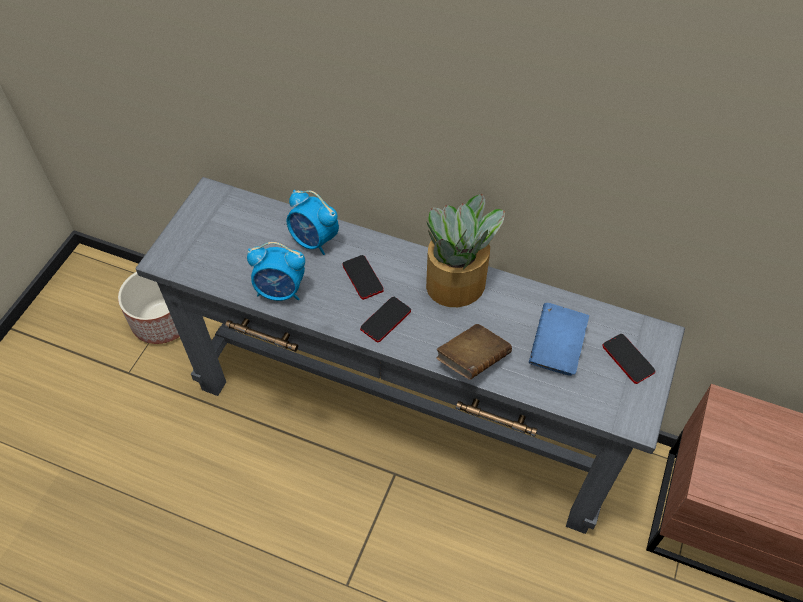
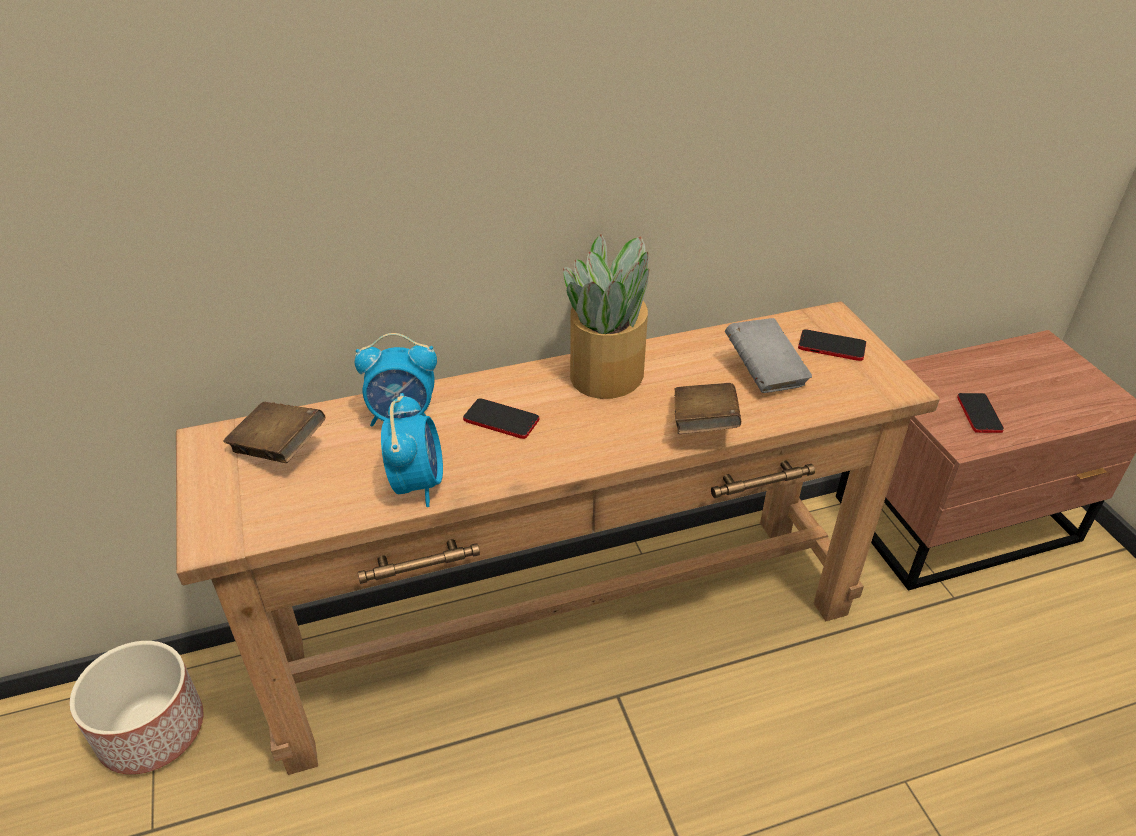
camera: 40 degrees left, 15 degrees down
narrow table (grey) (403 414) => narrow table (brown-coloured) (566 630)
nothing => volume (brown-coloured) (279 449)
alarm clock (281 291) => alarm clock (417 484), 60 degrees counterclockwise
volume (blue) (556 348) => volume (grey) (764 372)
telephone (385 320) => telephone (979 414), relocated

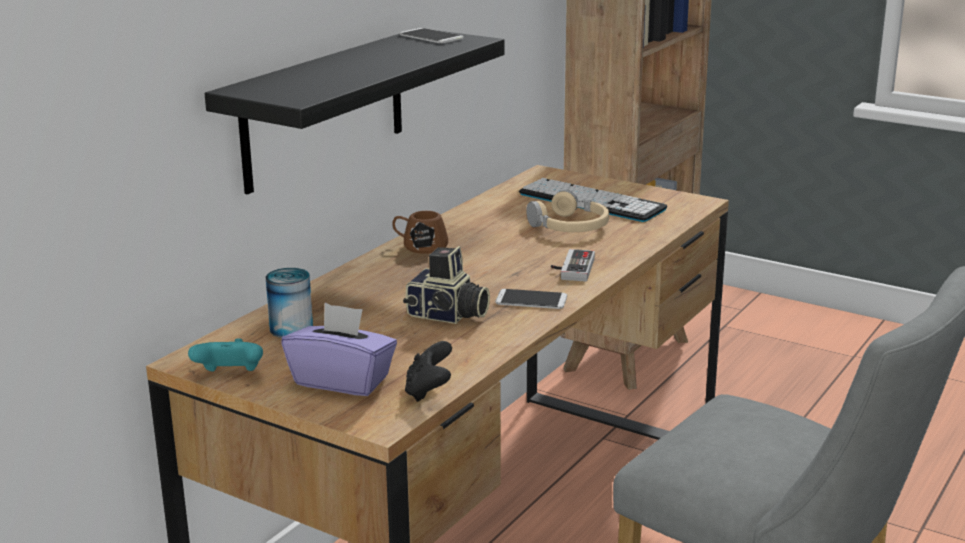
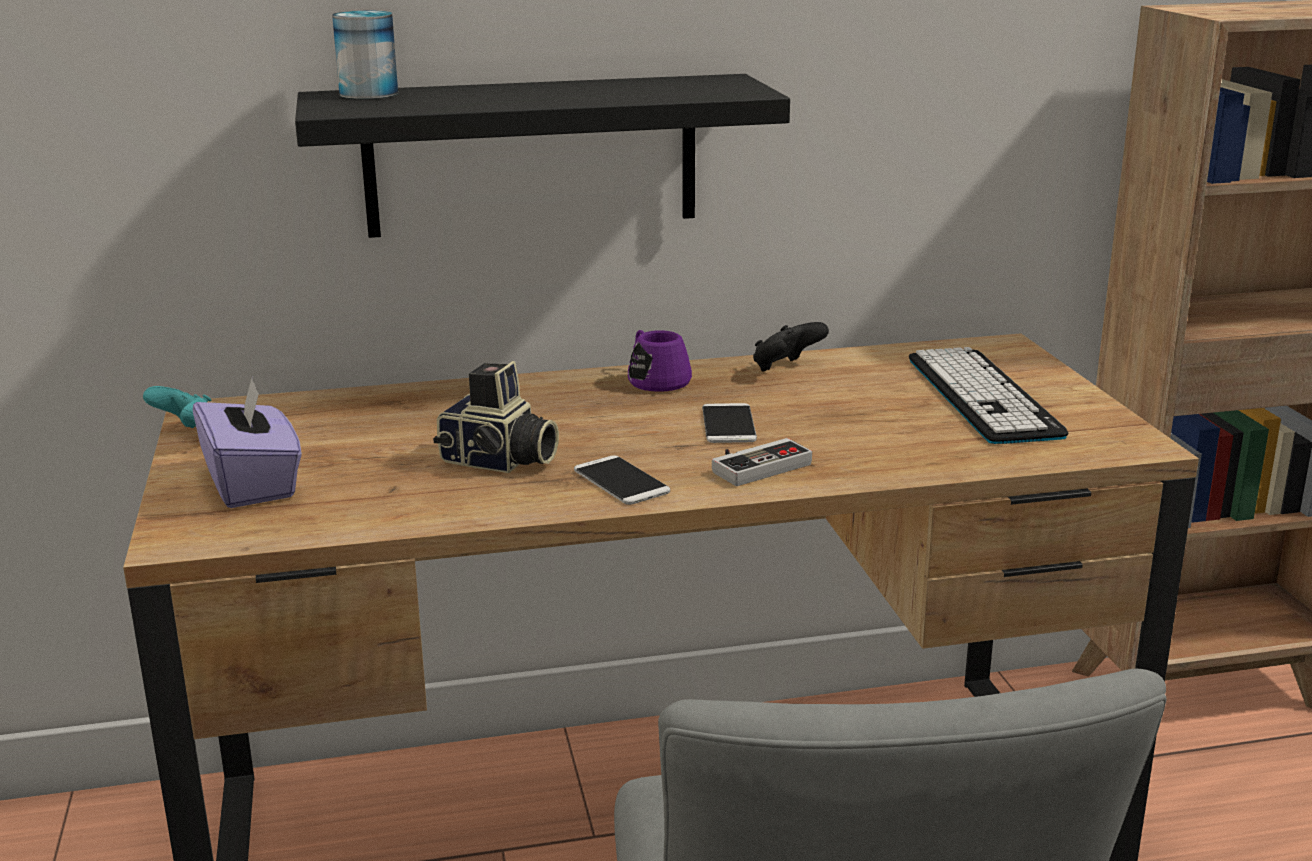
camera: 45 degrees right, 0 degrees up
can (291 328) => can (369 93), relocated
still camera (447 316) => still camera (498 462), 45 degrees counterclockwise
coffee mug (brown-coloured) (420 246) => coffee mug (purple-coloured) (655 380)
telephone (431 37) => telephone (728 424), relocated
joypad (black-coloured) (429 391) => joypad (black-coloured) (786 368), relocated
headset (sand-coloured) (569 227) => nothing

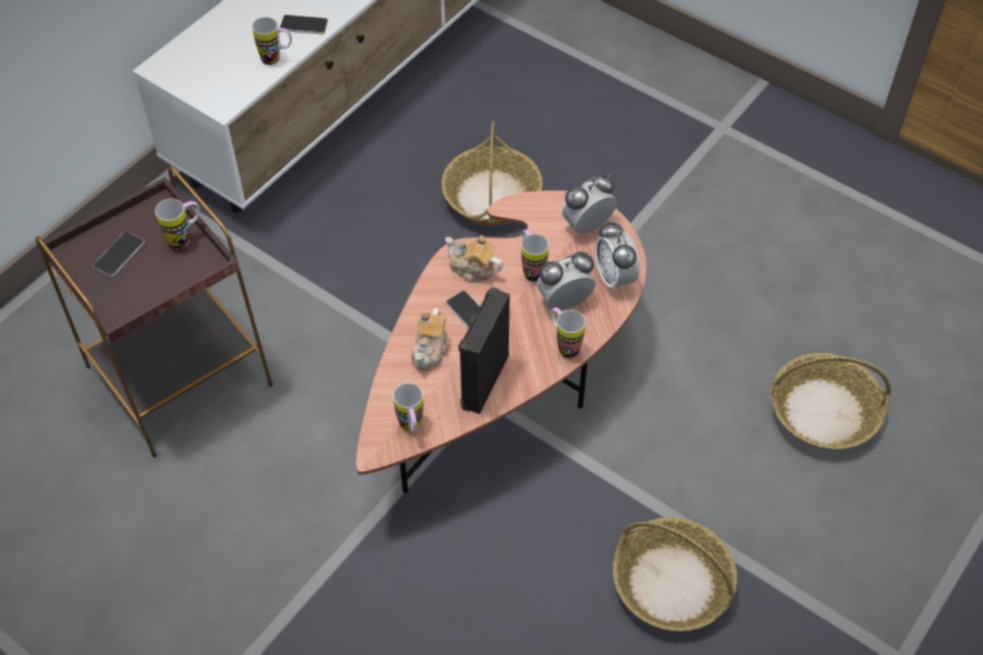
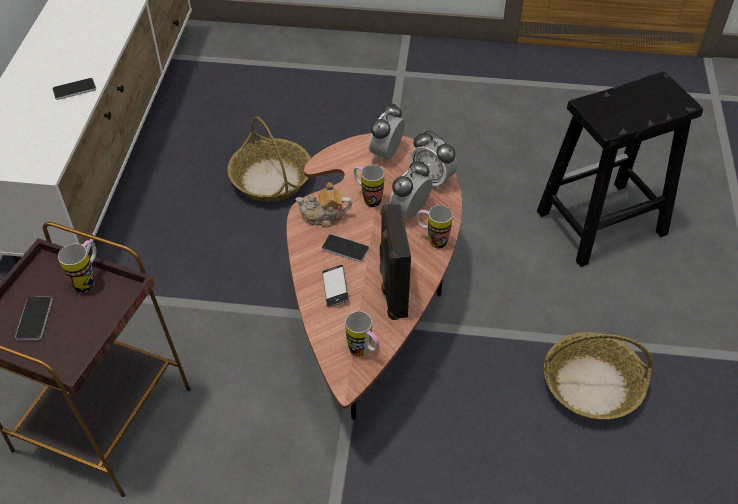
camera: 30 degrees left, 5 degrees down
pot for tea (430 350) => telephone (335 288)
household basket (822 412) => sitting stool (black-coloured) (599 224)
coffee mug (276 59) => nothing

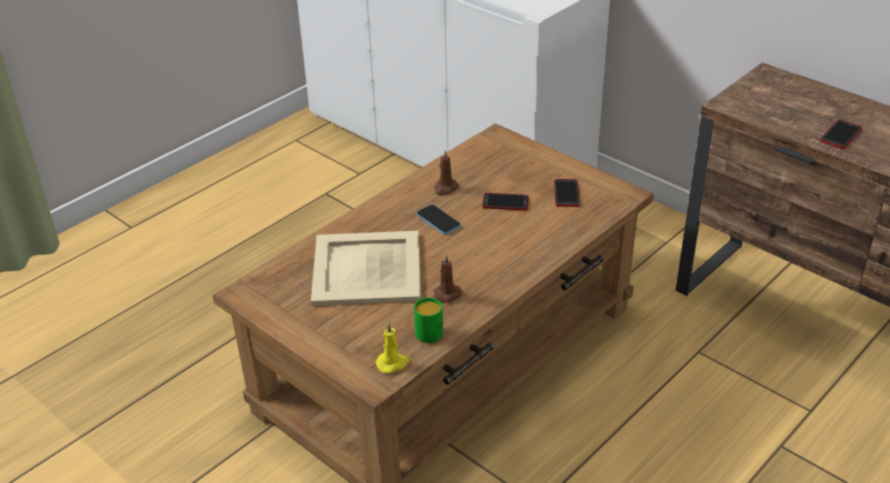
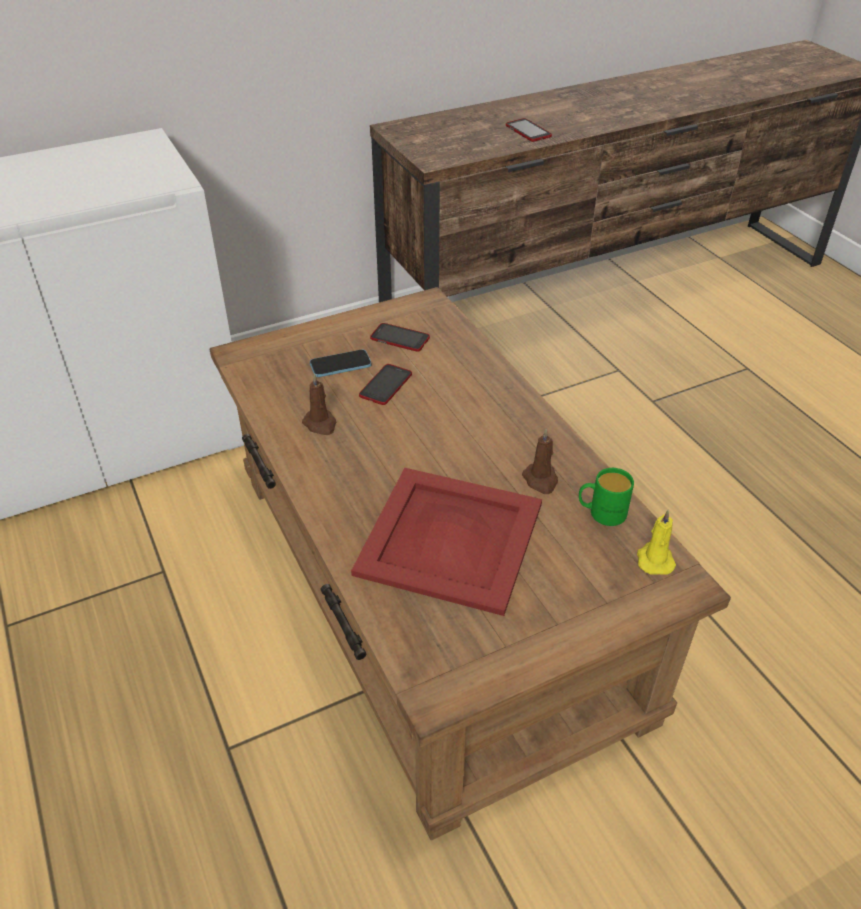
camera: 70 degrees left, 5 degrees up
telephone (438 221) => telephone (340 365), relocated
serving tray (sand-coloured) (368 268) => serving tray (red) (449 537)

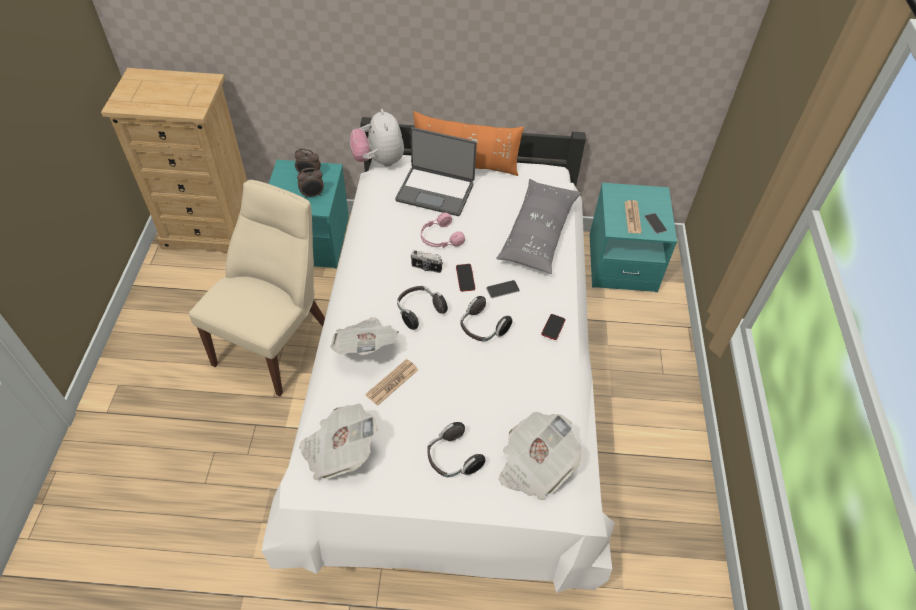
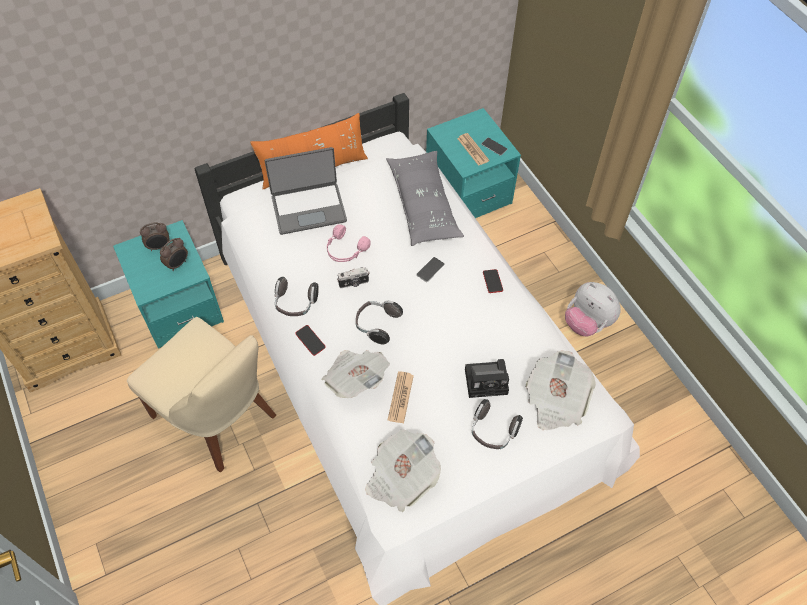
camera: 30 degrees left, 5 degrees up
chair (sand-coloured) (276 341) => chair (sand-coloured) (218 419), 135 degrees clockwise
headset (482 328) => headset (295 304), relocated
telephone (465 279) => telephone (310 341), relocated
nothing => still camera (488 381)
cuddly toy (379 161) => cuddly toy (587 323), relocated

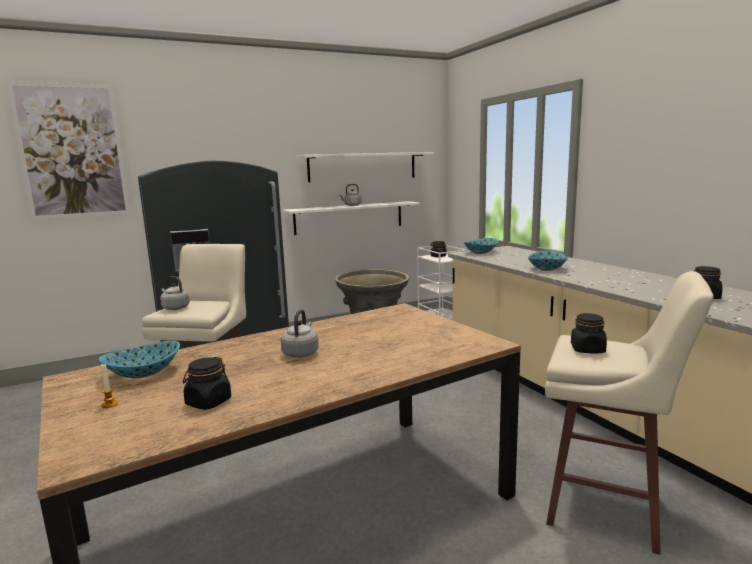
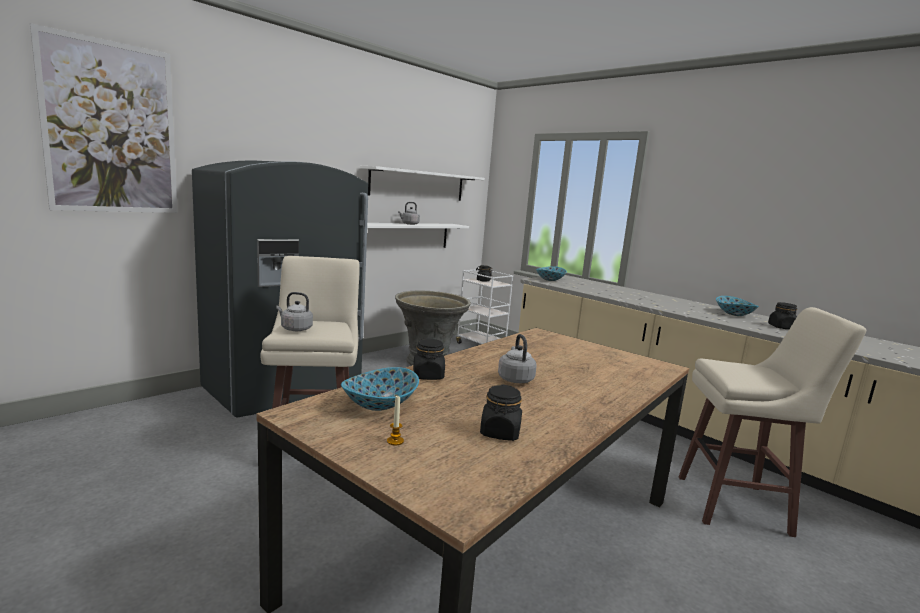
camera: 20 degrees left, 0 degrees up
storage jar (black-coloured) (587 350) => storage jar (black-coloured) (428 376), relocated
serving bowl (546 269) => serving bowl (734 314), relocated

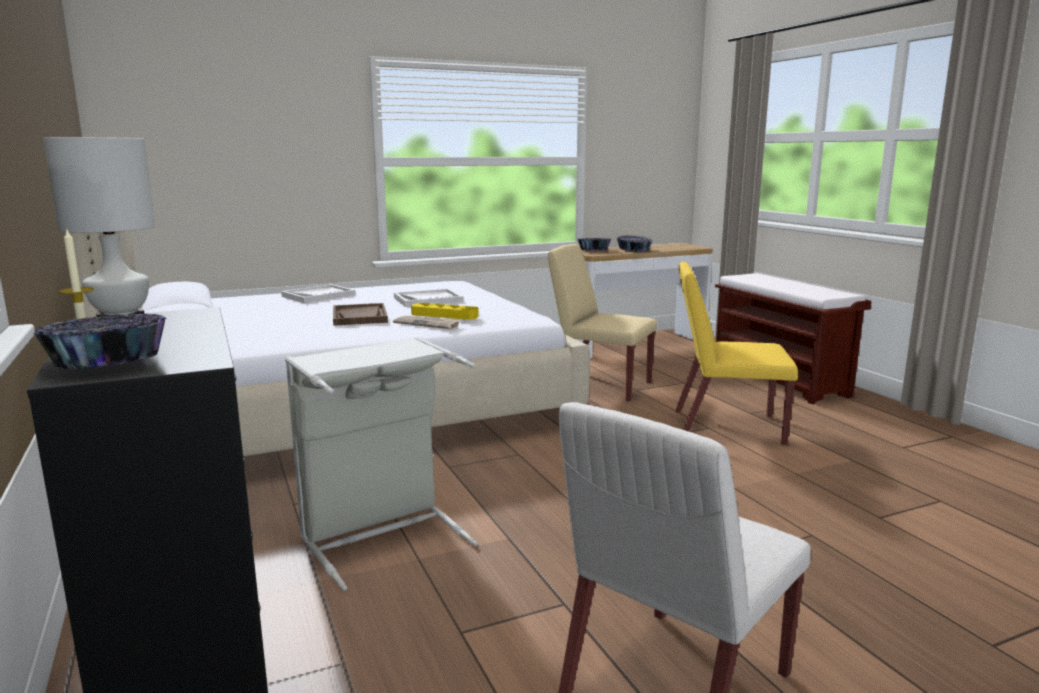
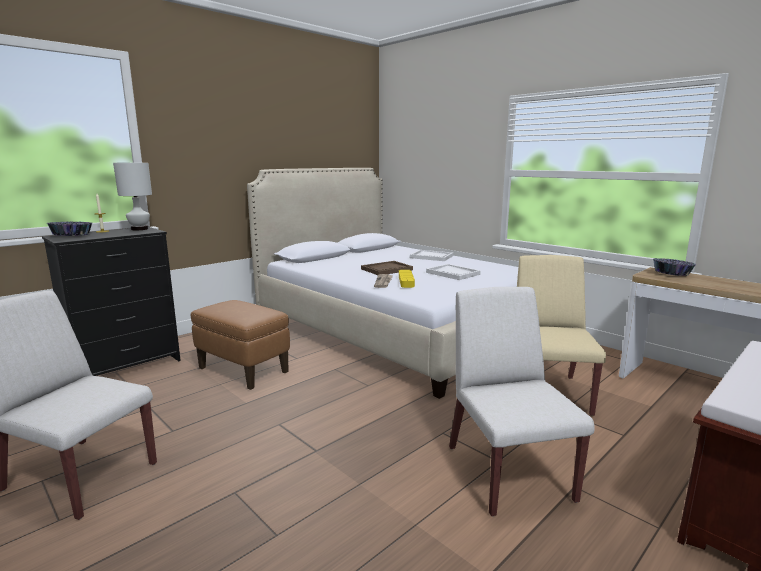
camera: 70 degrees right, 0 degrees up
laundry basket (grey) (381 535) => pouffe (brown-coloured) (243 370)
chair (yellowish) (725 428) => chair (whitish) (507 471)
serving bowl (634 250) => nothing

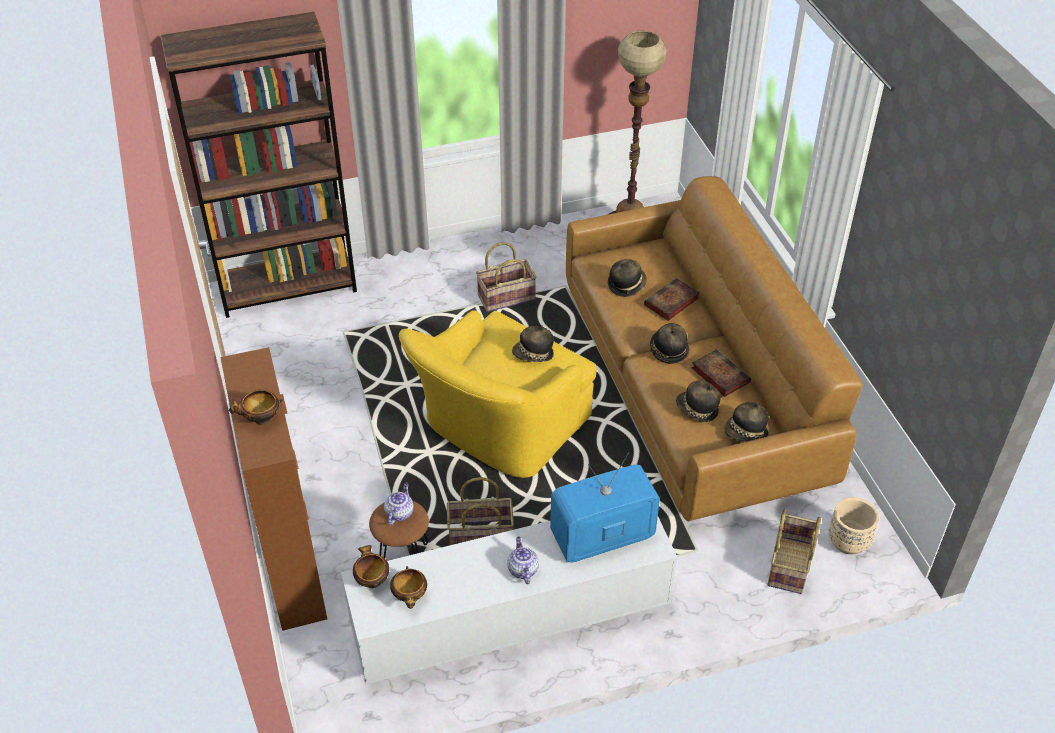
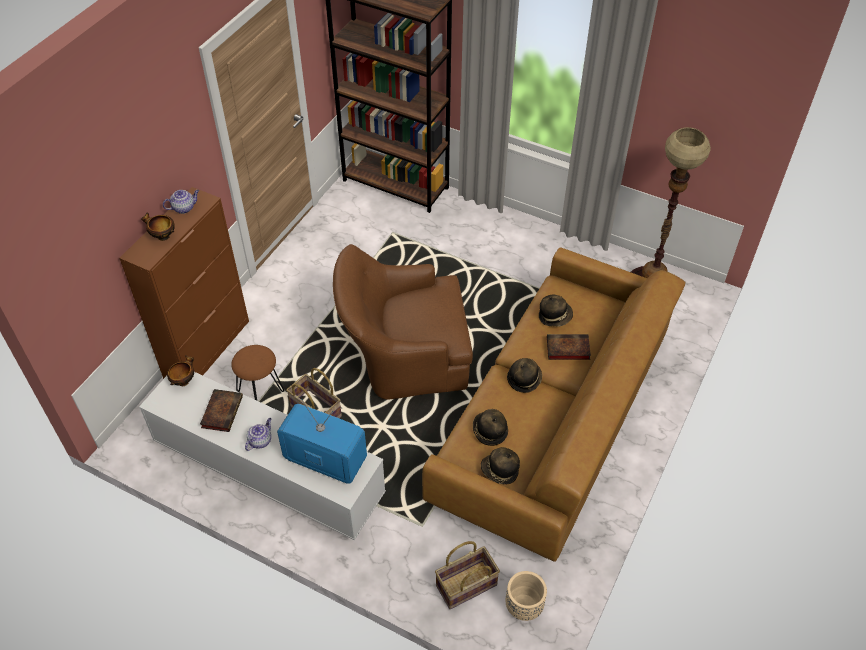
camera: 45 degrees right, 5 degrees up
pot for tea (399 513) => pot for tea (184 208), relocated
volume (719 375) => volume (222 411), relocated
easy chair (yellowish) (498 429) => easy chair (brown-coloured) (404 356)
serving bowl (410 598) => nothing
household basket (506 297) => nothing
hat (533 355) => nothing

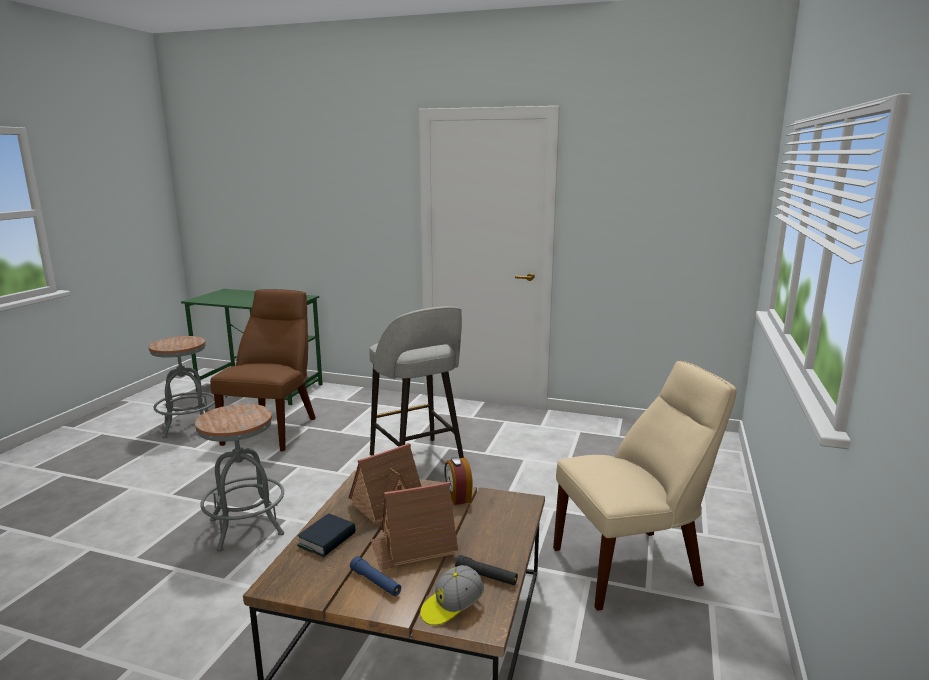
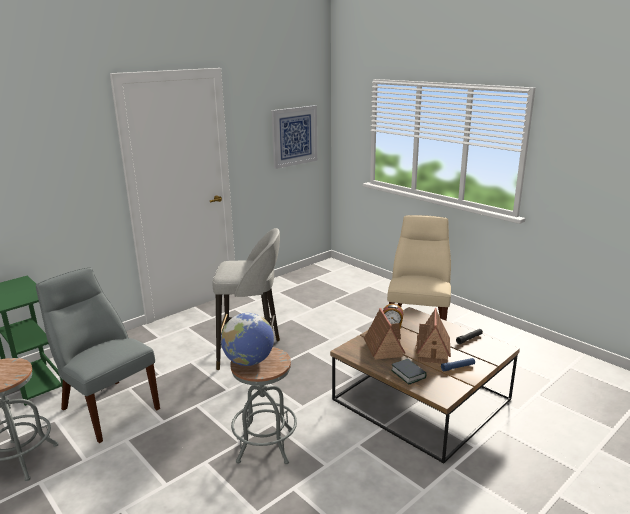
camera: 60 degrees left, 5 degrees up
chair (brown-coloured) (273 429) => chair (grey) (107 407)
nothing => globe (249 361)
nothing => picture (294 136)
baseball cap (451 607) => nothing

